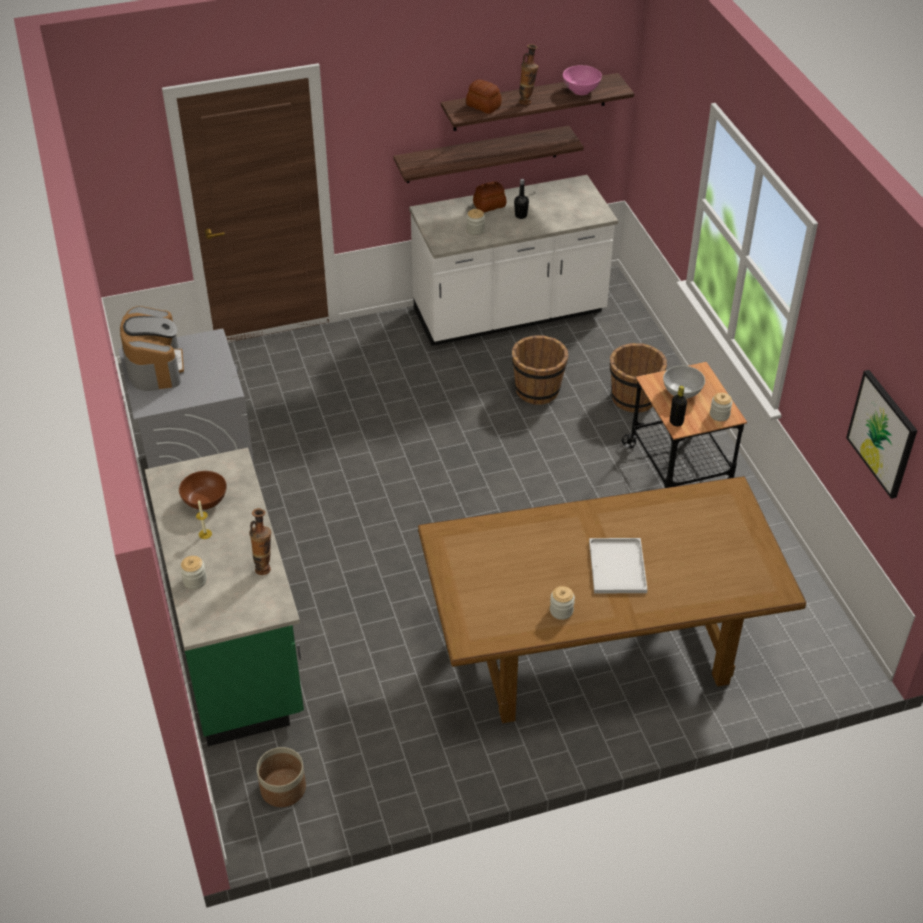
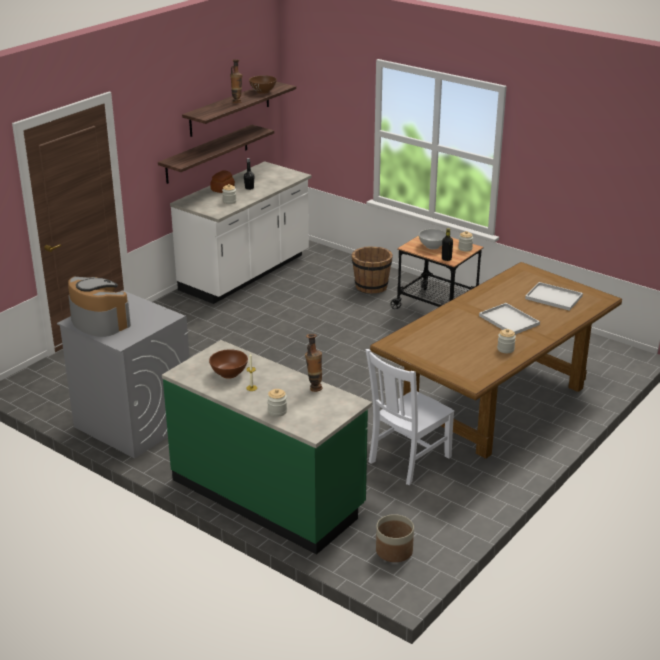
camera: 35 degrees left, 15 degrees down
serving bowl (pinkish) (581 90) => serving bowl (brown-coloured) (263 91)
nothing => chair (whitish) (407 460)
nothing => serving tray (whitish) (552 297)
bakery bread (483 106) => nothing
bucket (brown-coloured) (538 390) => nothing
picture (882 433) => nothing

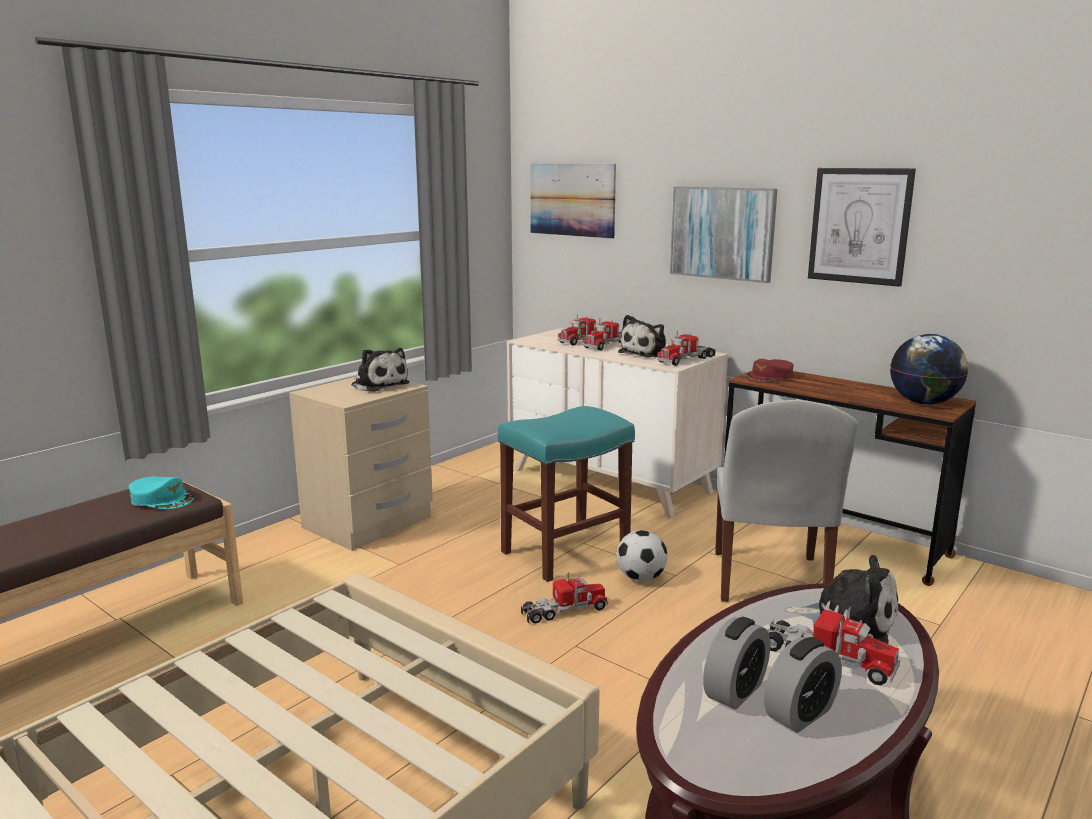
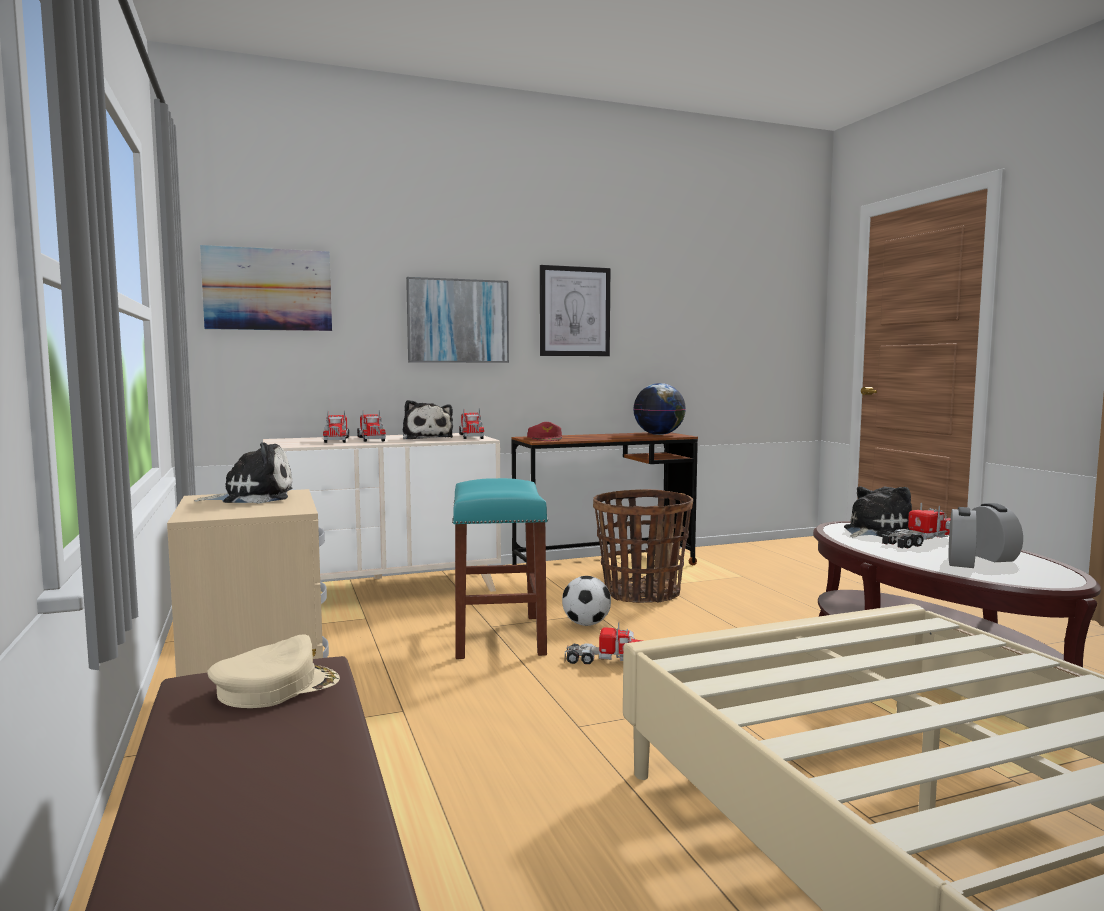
camera: 60 degrees left, 10 degrees down
baseball cap (turquoise-coloured) (162 499) => baseball cap (sand-coloured) (276 687)
toy lorry (564 611) => toy lorry (608 661), 90 degrees clockwise
chair (whitish) (769 581) => household basket (641 593)
alarm clock (735 691) => alarm clock (960 562), 45 degrees clockwise

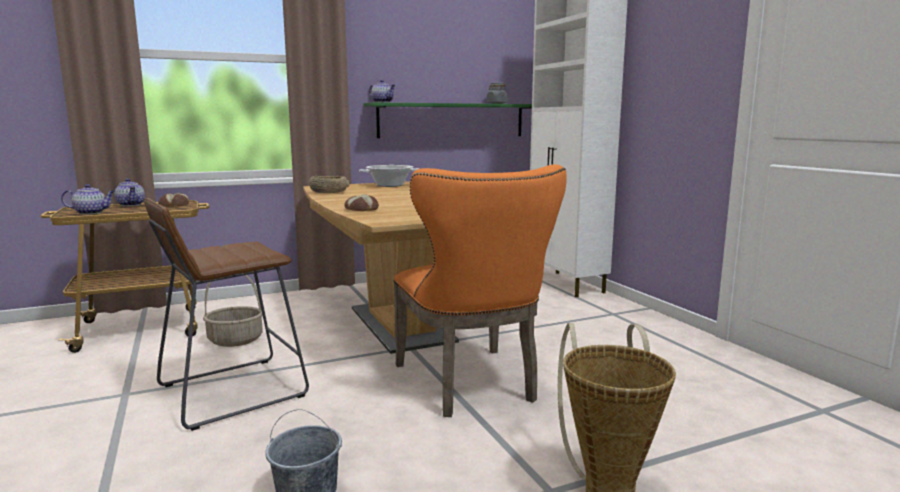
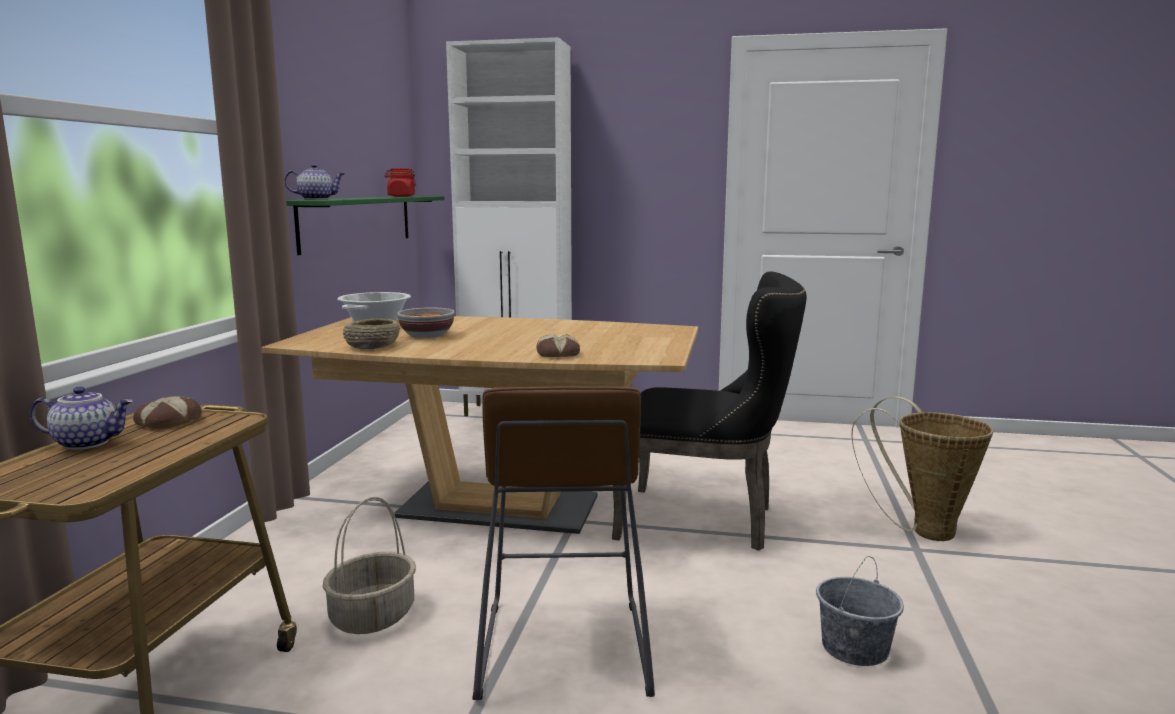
camera: 55 degrees left, 0 degrees up
storage jar (grey) (496 103) => storage jar (red) (401 196)
nothing => serving bowl (426 335)
chair (orangey) (471 385) => chair (black-coloured) (706 521)
pot for tea (91 212) => nothing

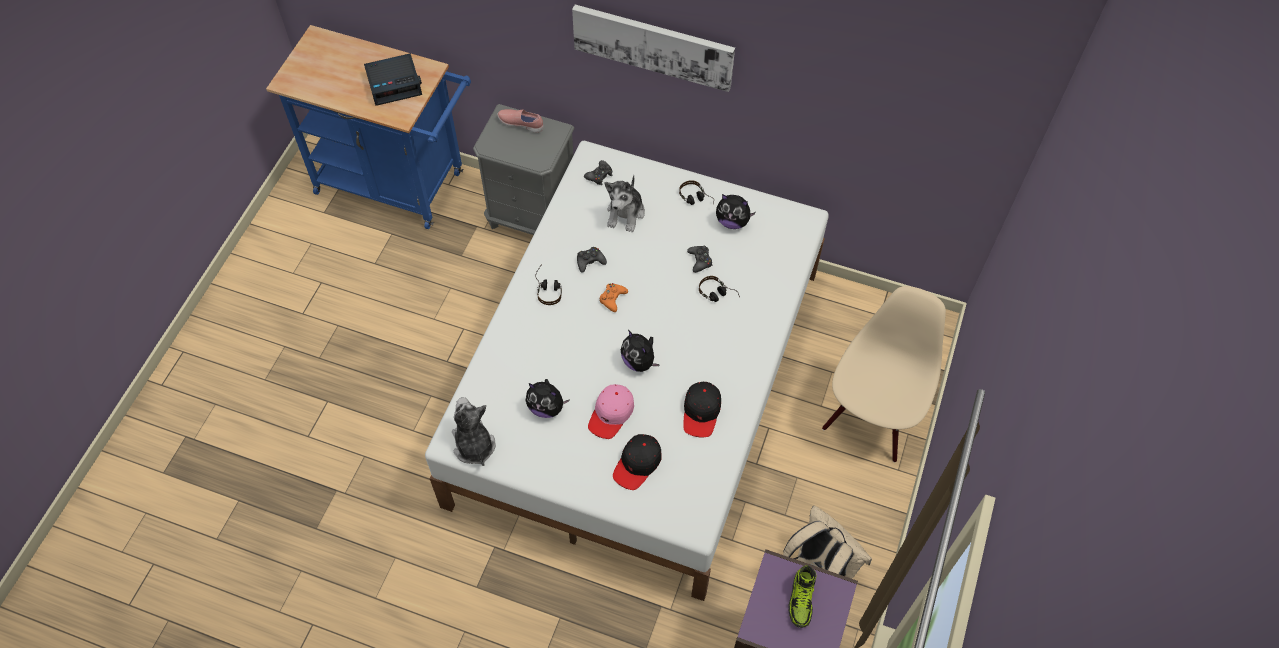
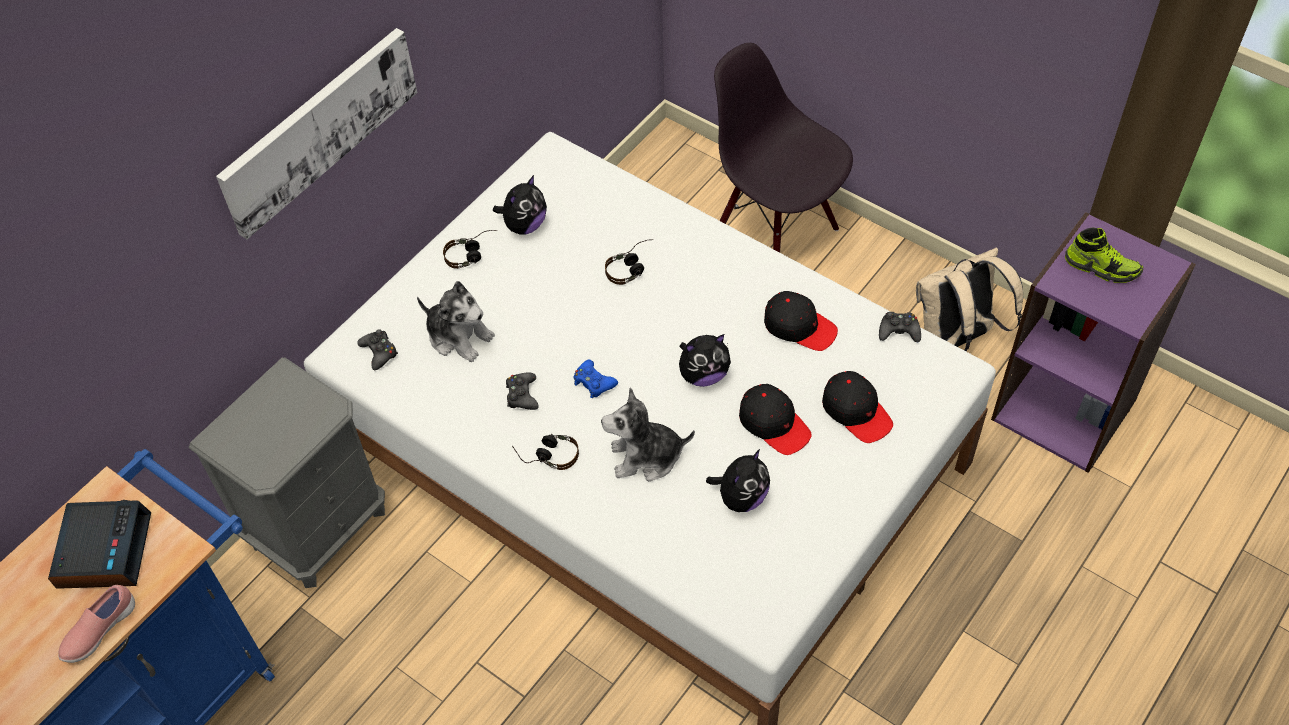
camera: 70 degrees left, 5 degrees down
item of footwear (pinkish) (521 124) => item of footwear (pinkish) (99 631), relocated
joypad (orangey) (612 298) => joypad (blue) (594 382)
cuddly toy (473 445) => cuddly toy (646 457), relocated
chair (sand-coloured) (871 418) => chair (black-coloured) (775 234)
baseball cap (pinkish) (611 414) => baseball cap (black-coloured) (774 424)
joypad (black-coloured) (700 260) => joypad (black-coloured) (899 331), relocated

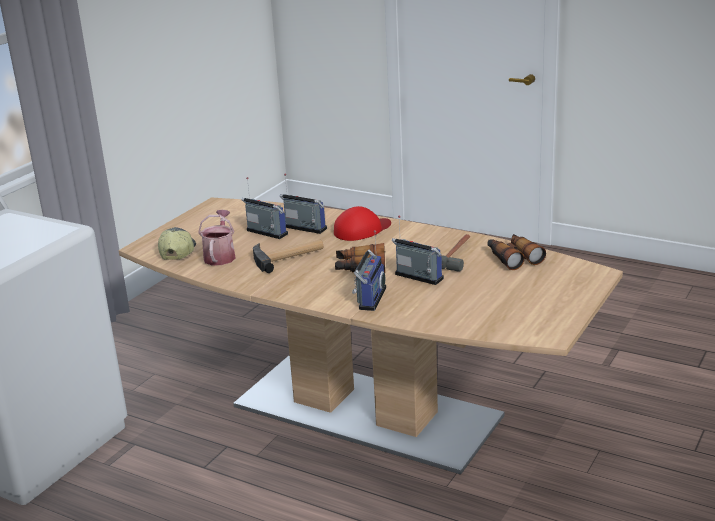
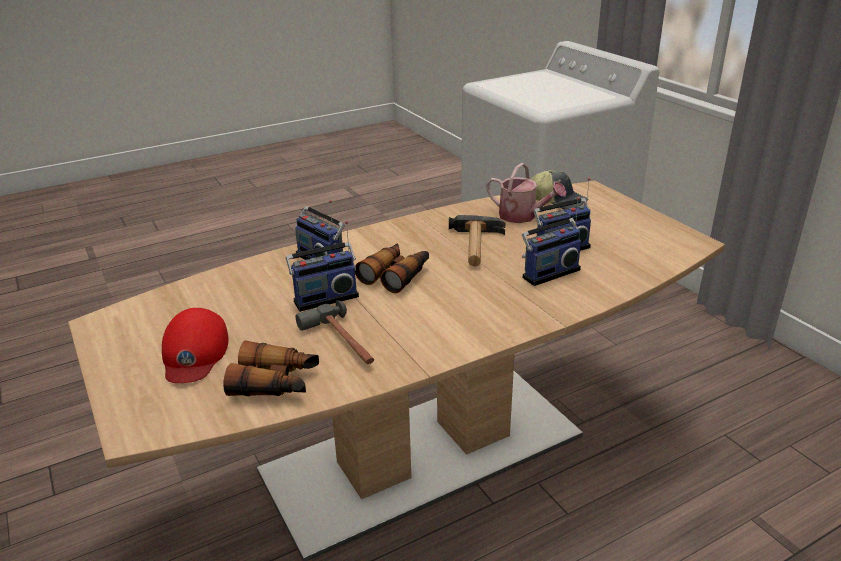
camera: 120 degrees right, 5 degrees up
baseball cap (red) (362 230) => baseball cap (red) (194 353), relocated

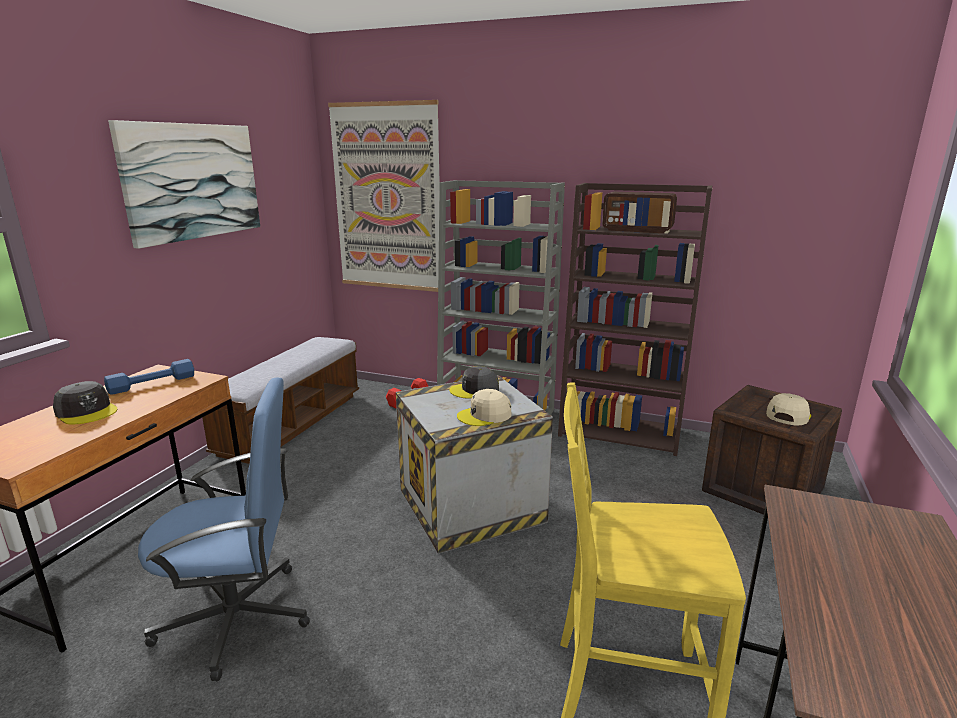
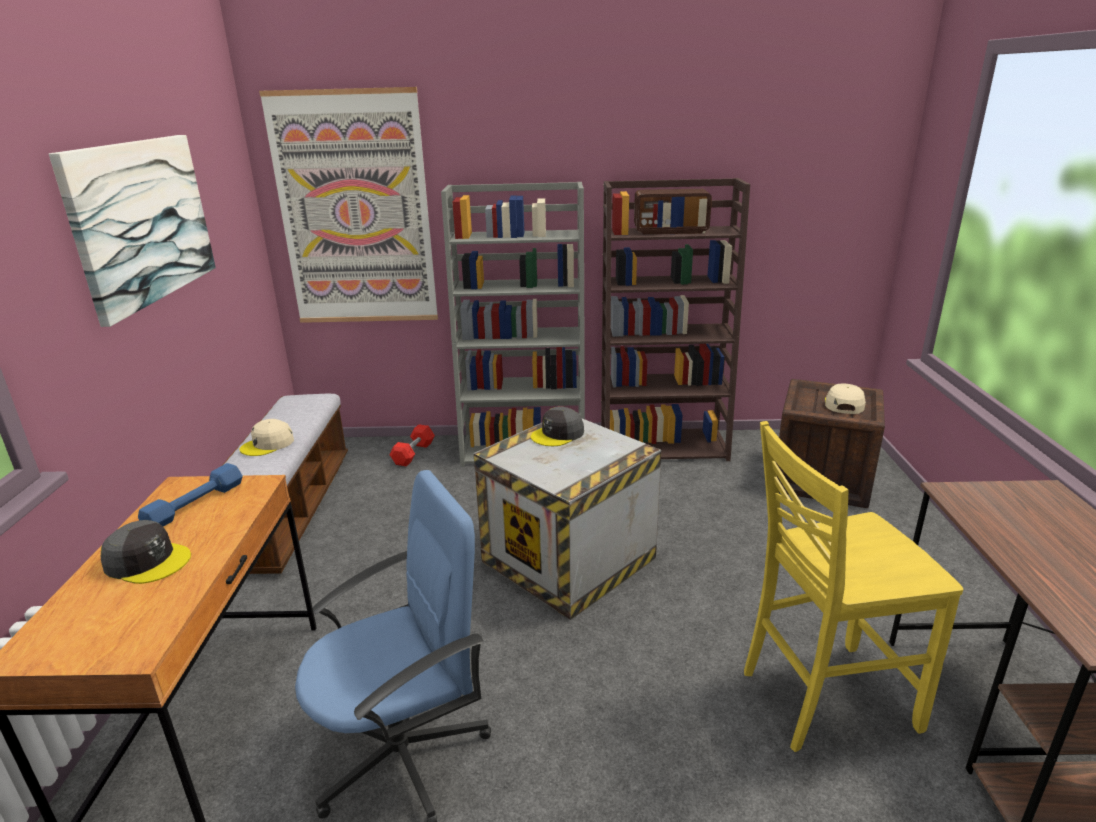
camera: 20 degrees left, 5 degrees up
baseball cap (sand-coloured) (485 415) => baseball cap (sand-coloured) (268 444), relocated

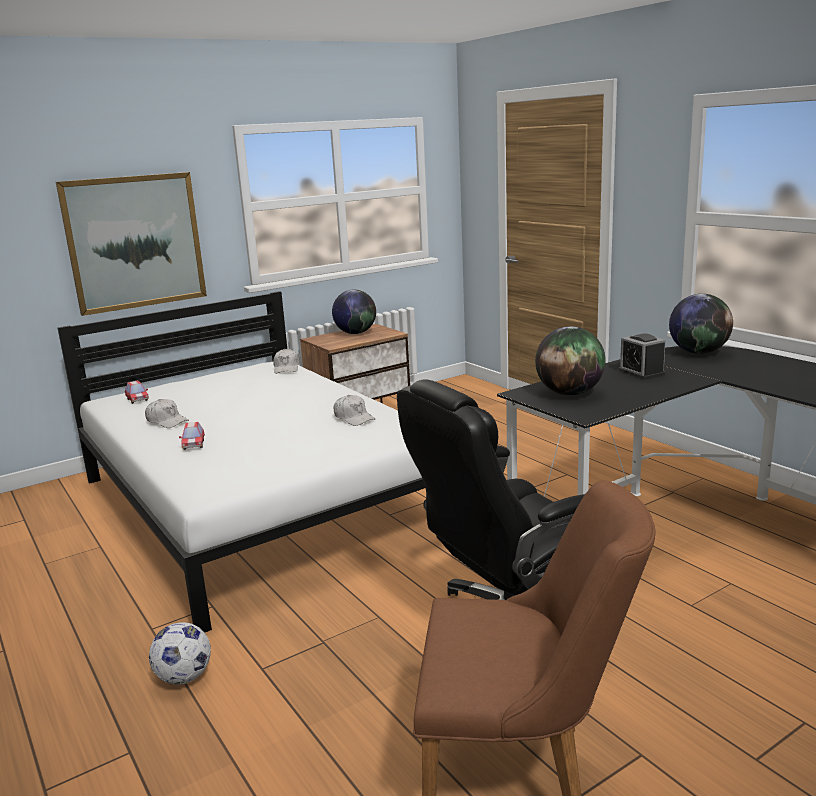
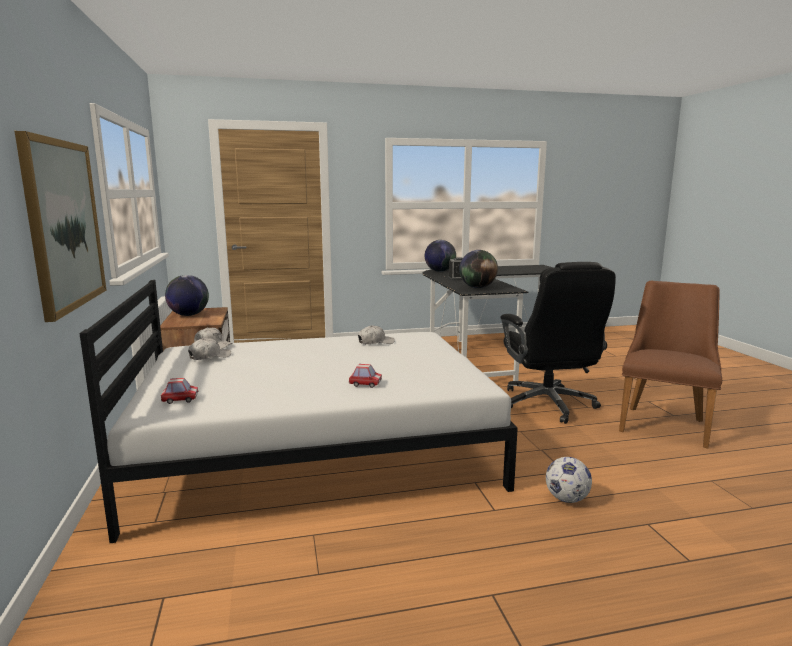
camera: 70 degrees left, 5 degrees down
baseball cap (whitish) (167 421) => baseball cap (whitish) (209 356), relocated

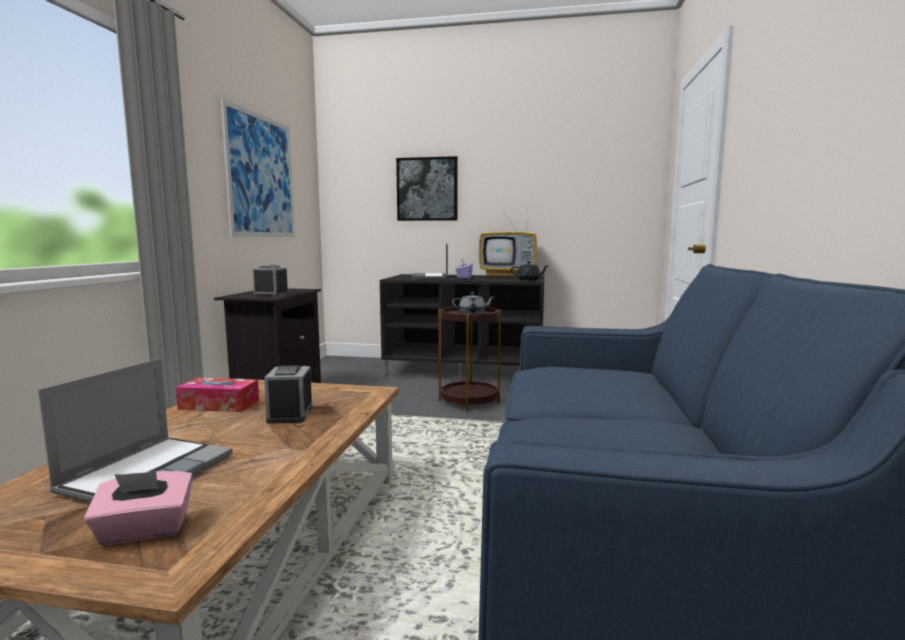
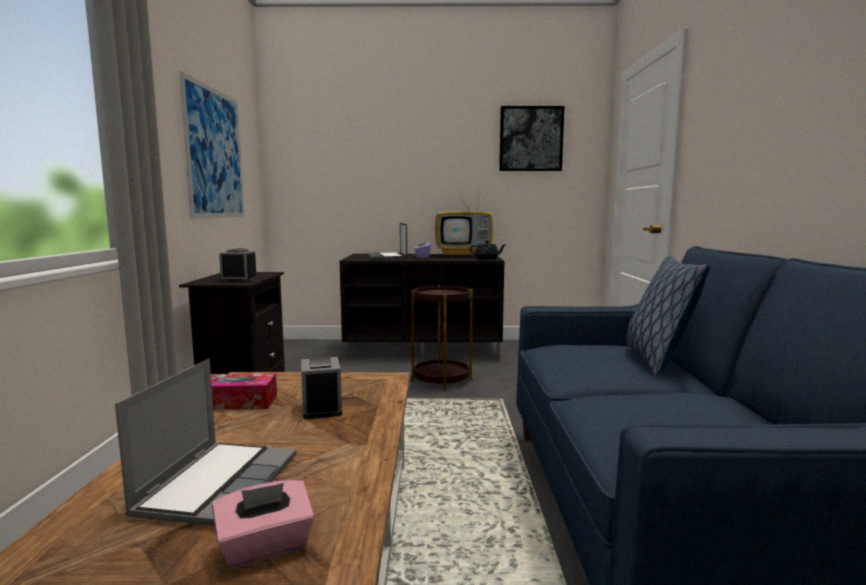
camera: 10 degrees left, 0 degrees up
picture (427 189) => picture (530 139), relocated
nothing => cushion (656 360)
pot for tea (grey) (473 313) => nothing

